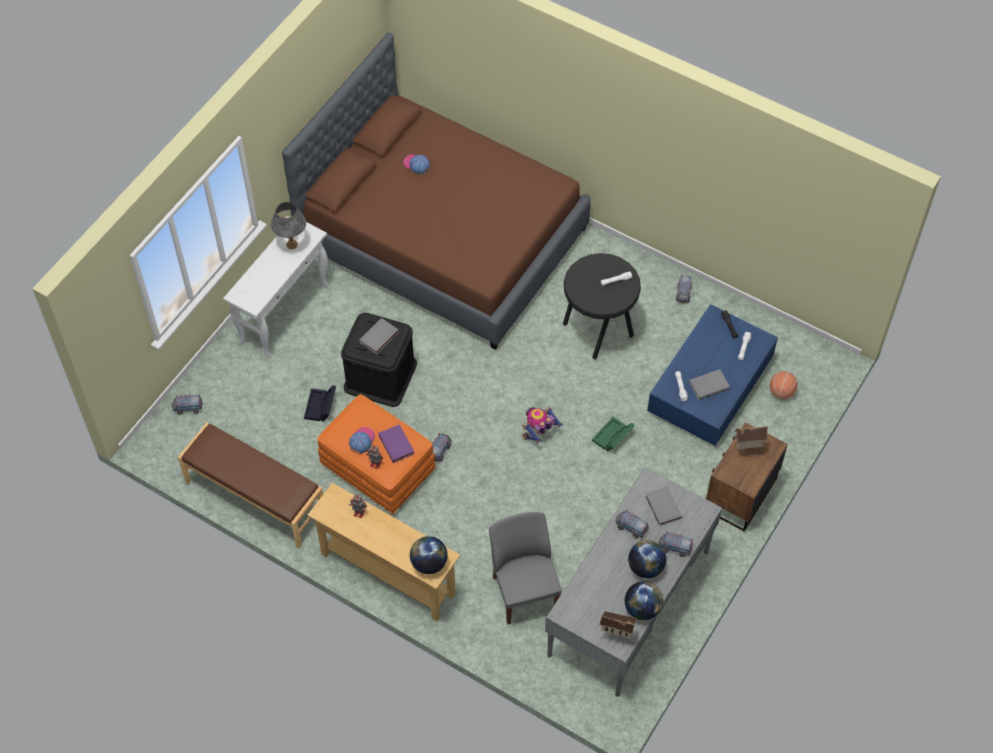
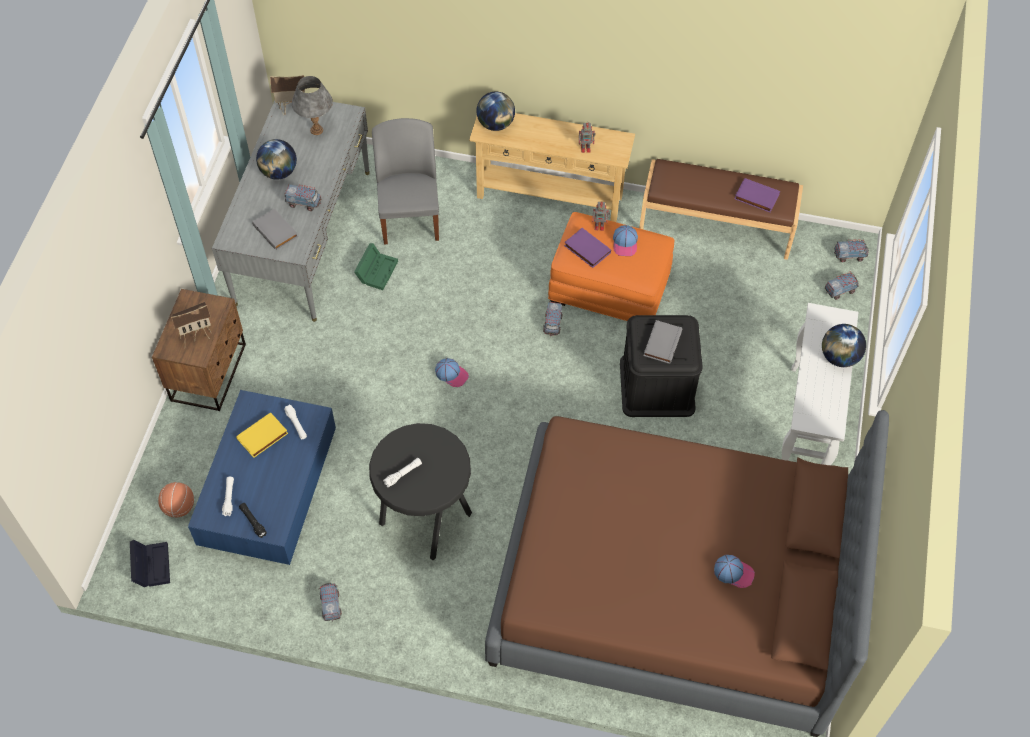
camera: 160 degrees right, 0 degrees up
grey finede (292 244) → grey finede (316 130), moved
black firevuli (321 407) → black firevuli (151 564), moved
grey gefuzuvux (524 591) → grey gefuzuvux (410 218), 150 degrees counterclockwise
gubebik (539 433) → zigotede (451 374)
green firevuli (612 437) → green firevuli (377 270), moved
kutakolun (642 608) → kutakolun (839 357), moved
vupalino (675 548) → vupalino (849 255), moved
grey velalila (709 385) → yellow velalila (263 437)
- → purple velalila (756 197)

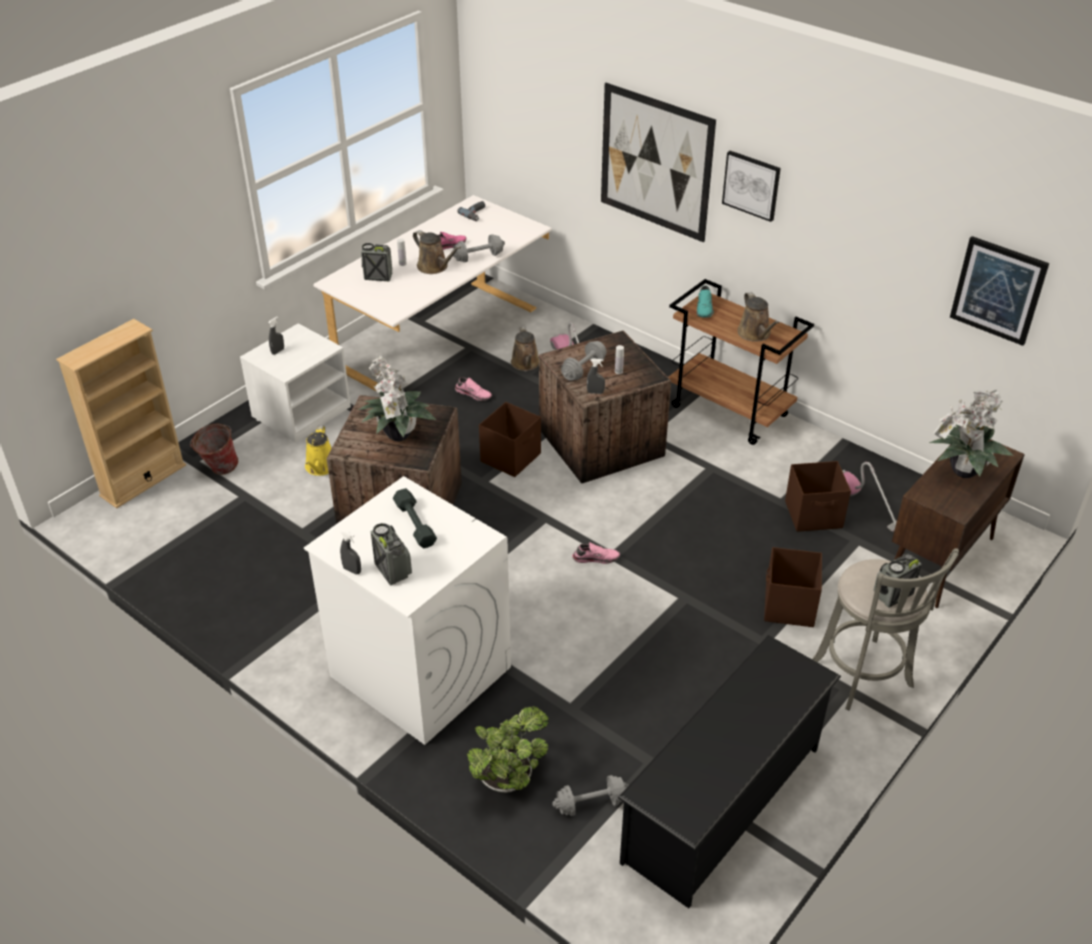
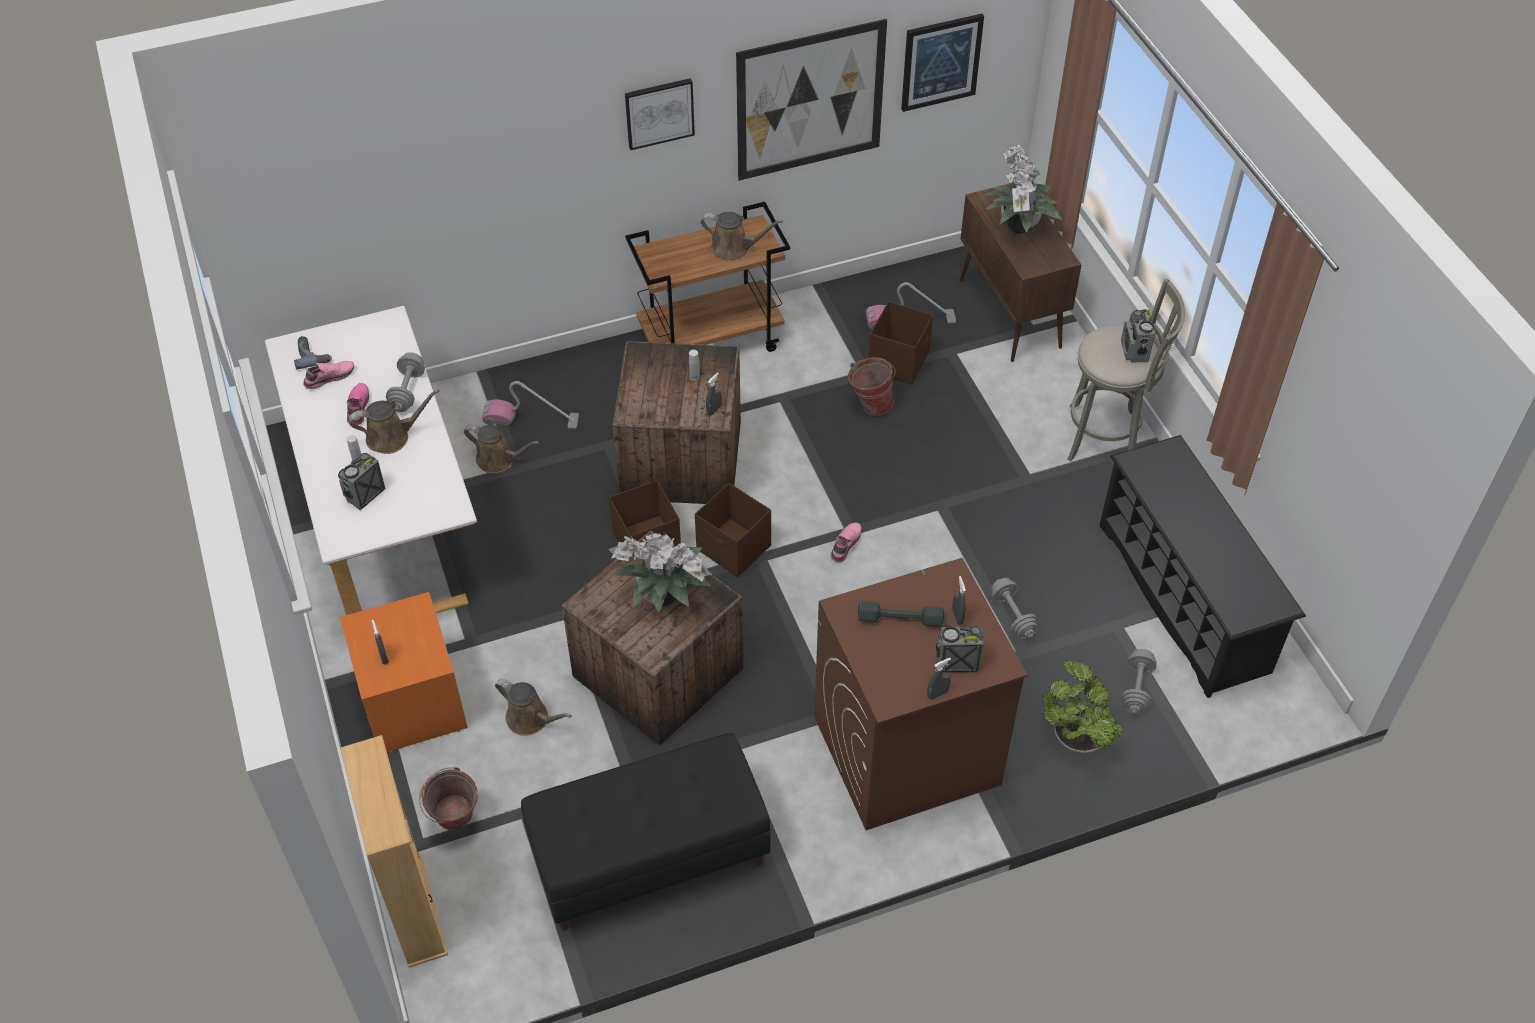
camera: 60 degrees left, 10 degrees up
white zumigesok (301 411) → orange zumigesok (411 701)
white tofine (419 671) → brown tofine (905 751)
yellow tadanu (320 467) → brown tadanu (531 719)
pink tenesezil (474 394) → pink tenesezil (329 377), moved
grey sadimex (583 370) → grey sadimex (1012 616), moved
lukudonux (655 162) → lukudonux (810 100), moved
turquoise tenesezil (705 309) → -
brown firevuli (788 606) → brown firevuli (734 549), moved
- → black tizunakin (649 859)
- → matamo (869 404)
- → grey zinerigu (957 617)

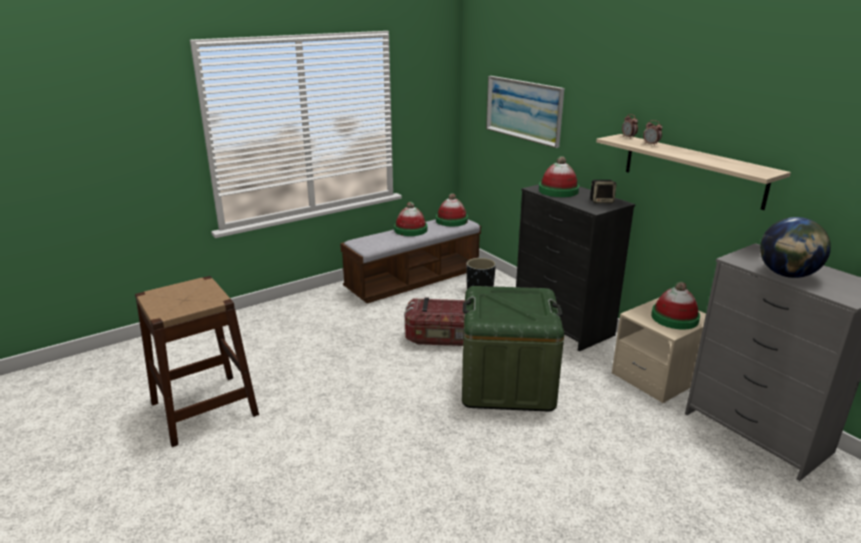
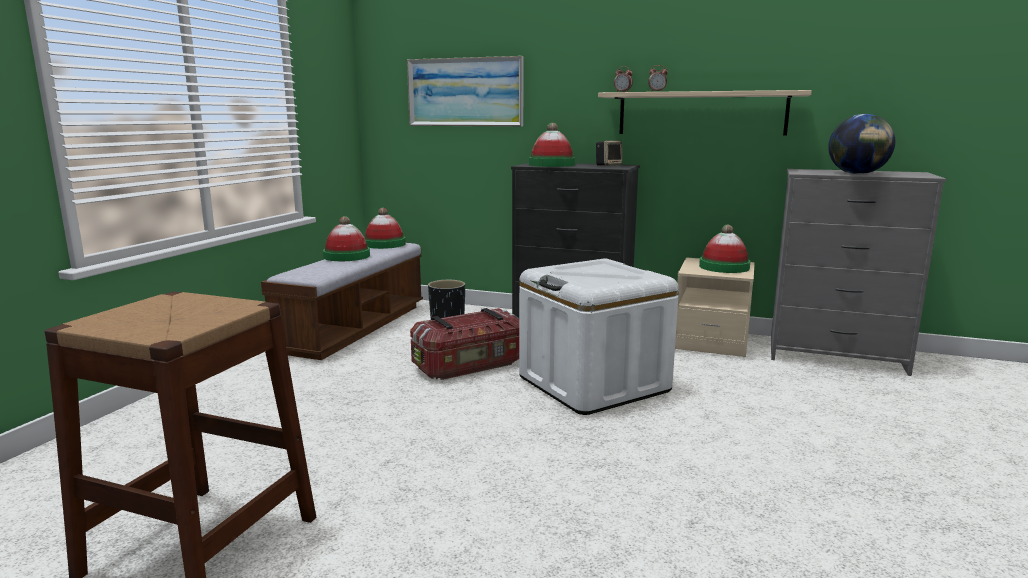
camera: 35 degrees left, 10 degrees down
green firevuli (507 383) → white firevuli (593 384)

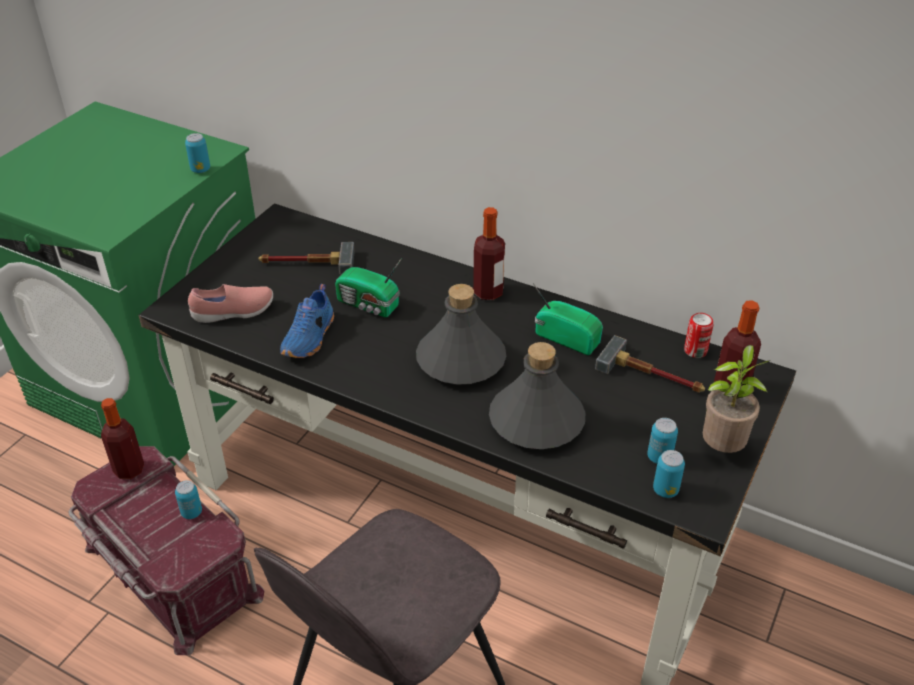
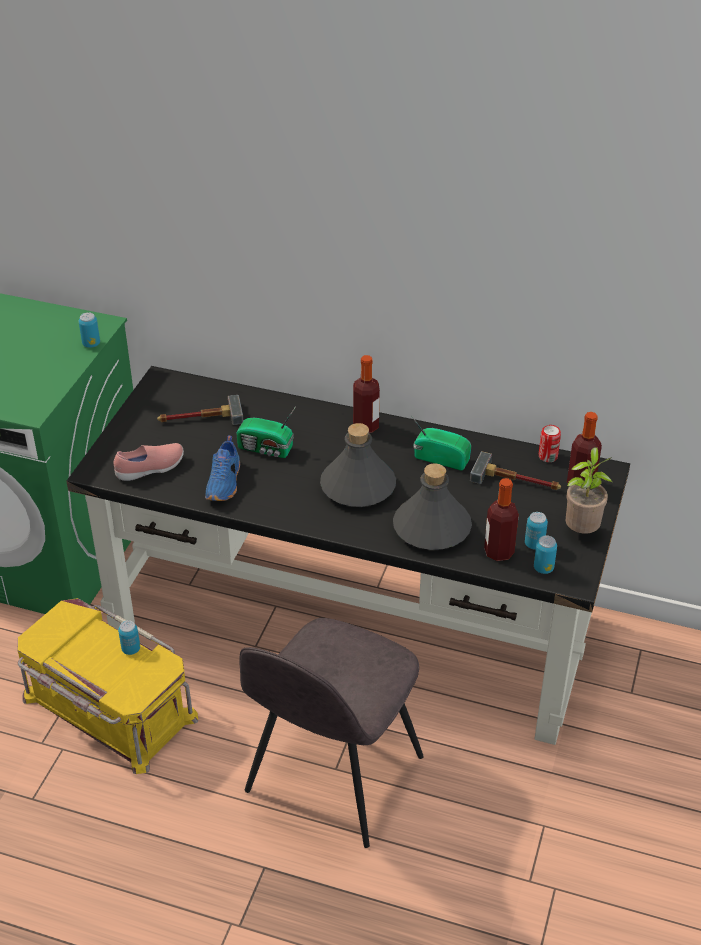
camera: 10 degrees left, 0 degrees up
red firevuli (170 571) → yellow firevuli (107 708)
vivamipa (129 469) → vivamipa (499 552), moved

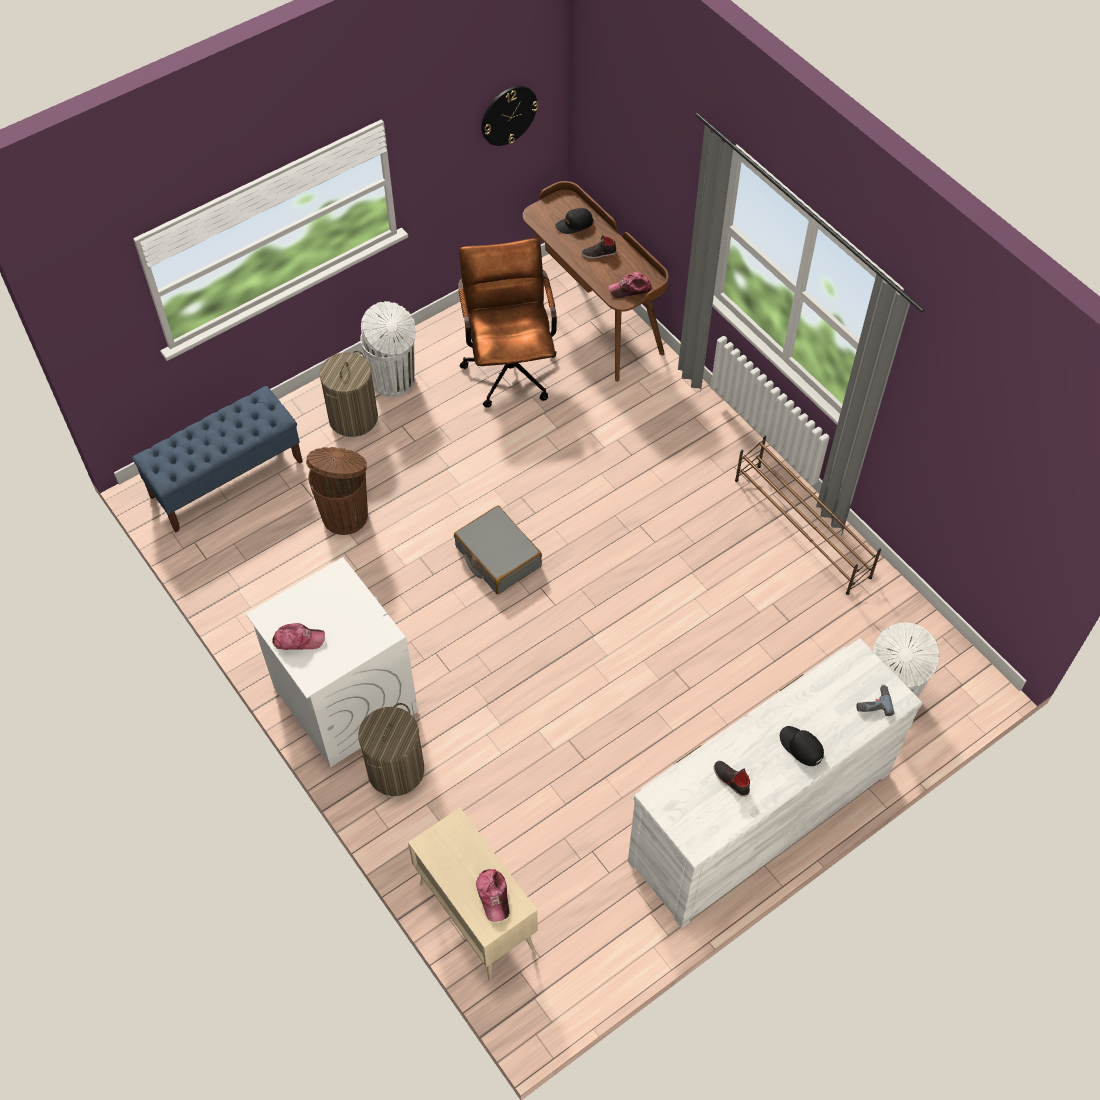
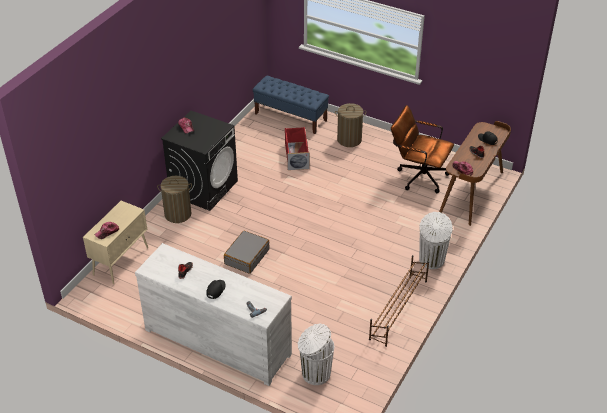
camera: 65 degrees right, 15 degrees down
white tofine (344 699) → black tofine (204 188)
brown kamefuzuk (345 514) → red firevuli (296 155)
white kamefuzuk (394 381) → white kamefuzuk (431 260), moved
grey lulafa (497 557) → grey lulafa (246 256), moved
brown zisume (509 365) → brown zisume (418 176), 120 degrees counterclockwise
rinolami (508 115) → -

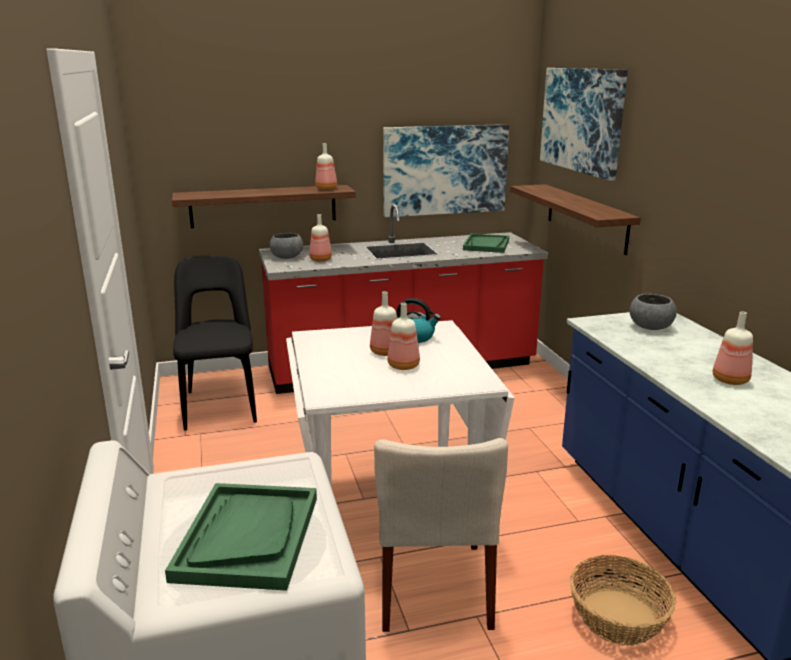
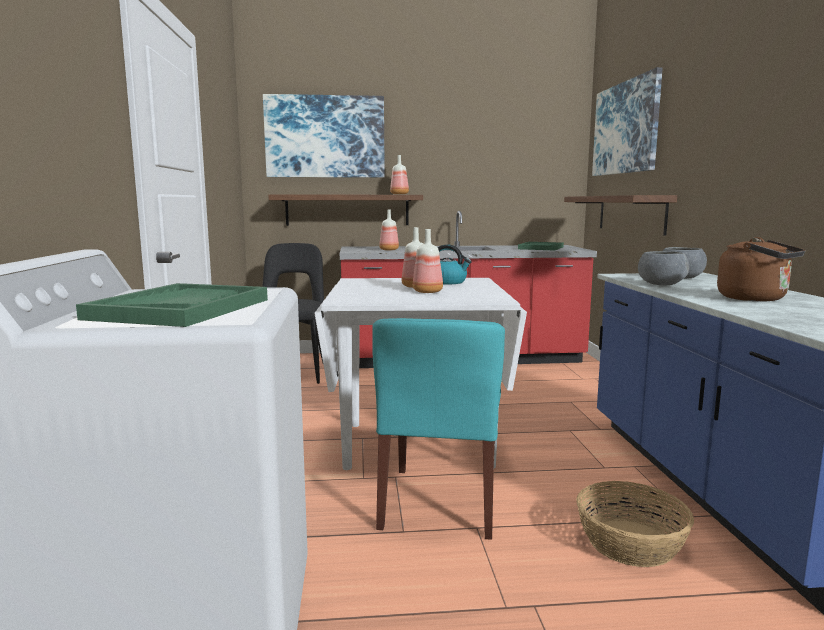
camera: 10 degrees right, 10 degrees down
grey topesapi (287 257) → grey topesapi (661 284), moved
beige gefuzuvux (434 586) → turquoise gefuzuvux (440 501)
lukudonux (445 170) → lukudonux (325 137), moved
vivamipa (730 381) → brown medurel (756 299)

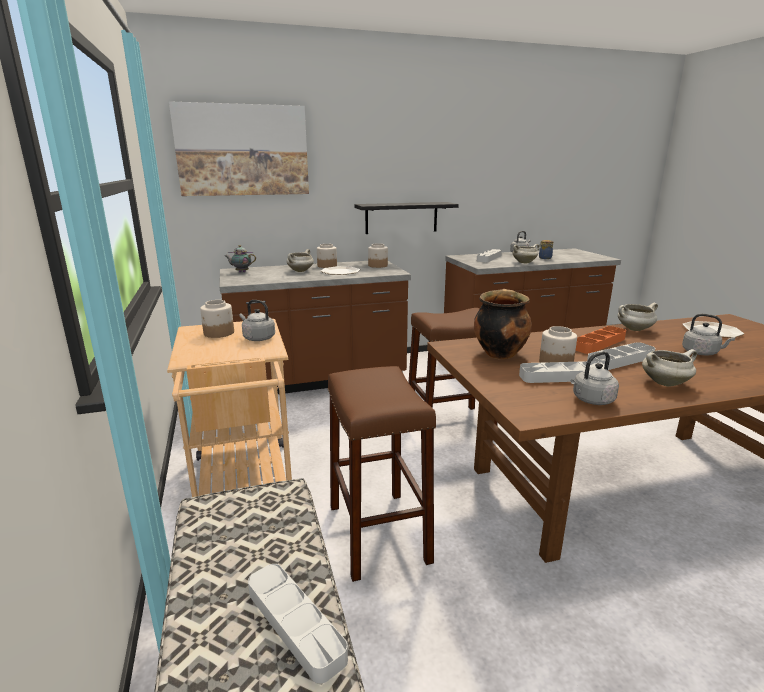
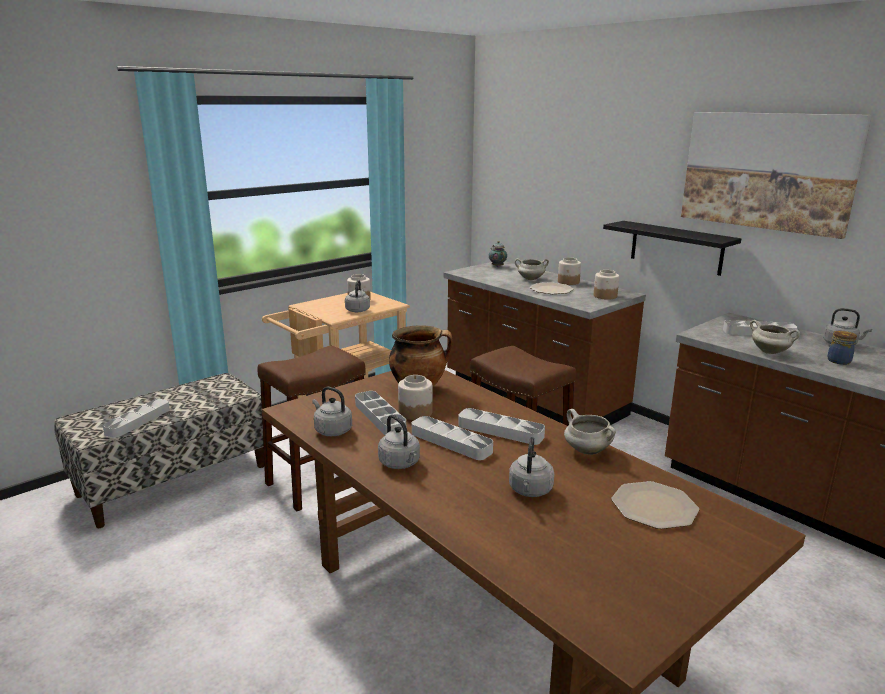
camera: 65 degrees right, 0 degrees up
lukudonux (243 150) → lukudonux (767 171), moved
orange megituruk (599 343) → grey megituruk (500 431)
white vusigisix (665 383) → grey medurel (400 464)

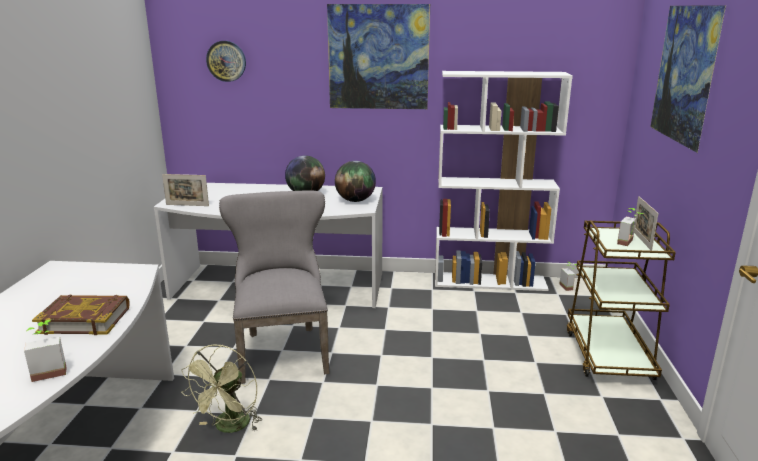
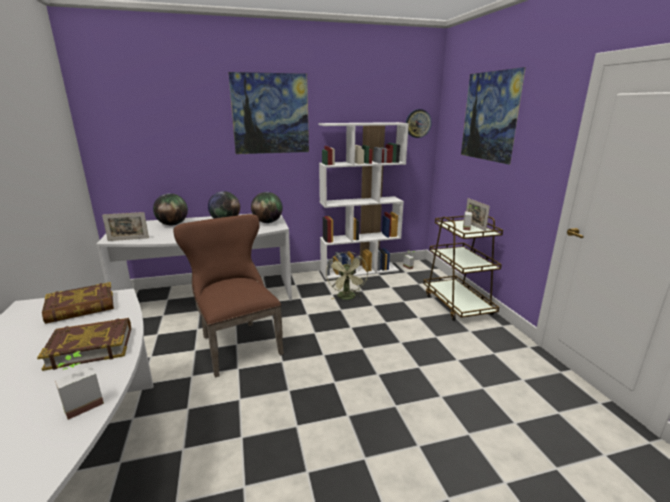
camera: 20 degrees left, 0 degrees up
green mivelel (229 427) → green mivelel (347 298), moved
rinolami (226 61) → rinolami (418 123), moved
grey gefuzuvux (282 349) → brown gefuzuvux (236 343)
- → velalila (81 307)
- → kutakolun (173 224)

